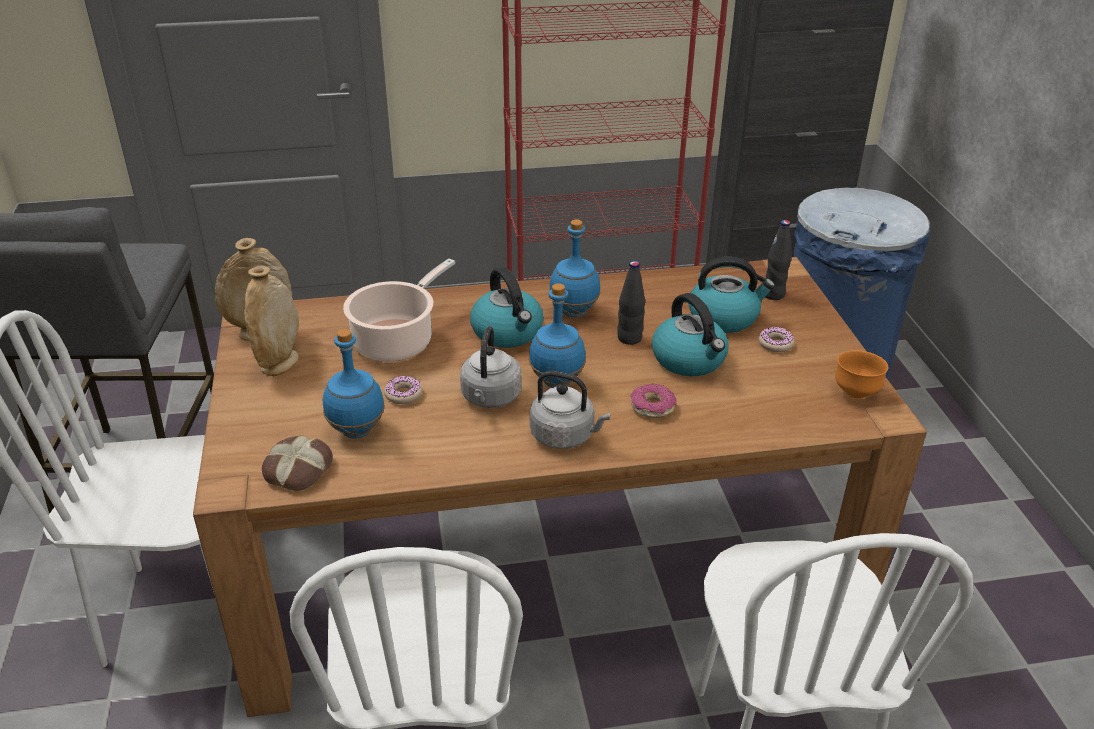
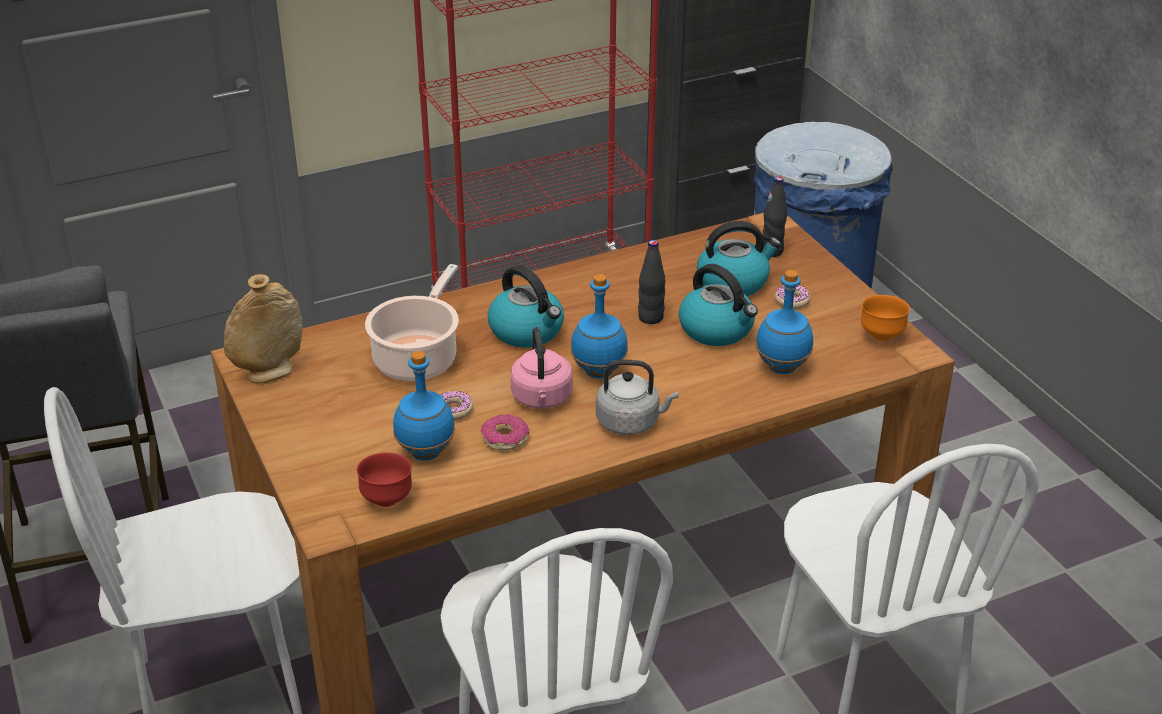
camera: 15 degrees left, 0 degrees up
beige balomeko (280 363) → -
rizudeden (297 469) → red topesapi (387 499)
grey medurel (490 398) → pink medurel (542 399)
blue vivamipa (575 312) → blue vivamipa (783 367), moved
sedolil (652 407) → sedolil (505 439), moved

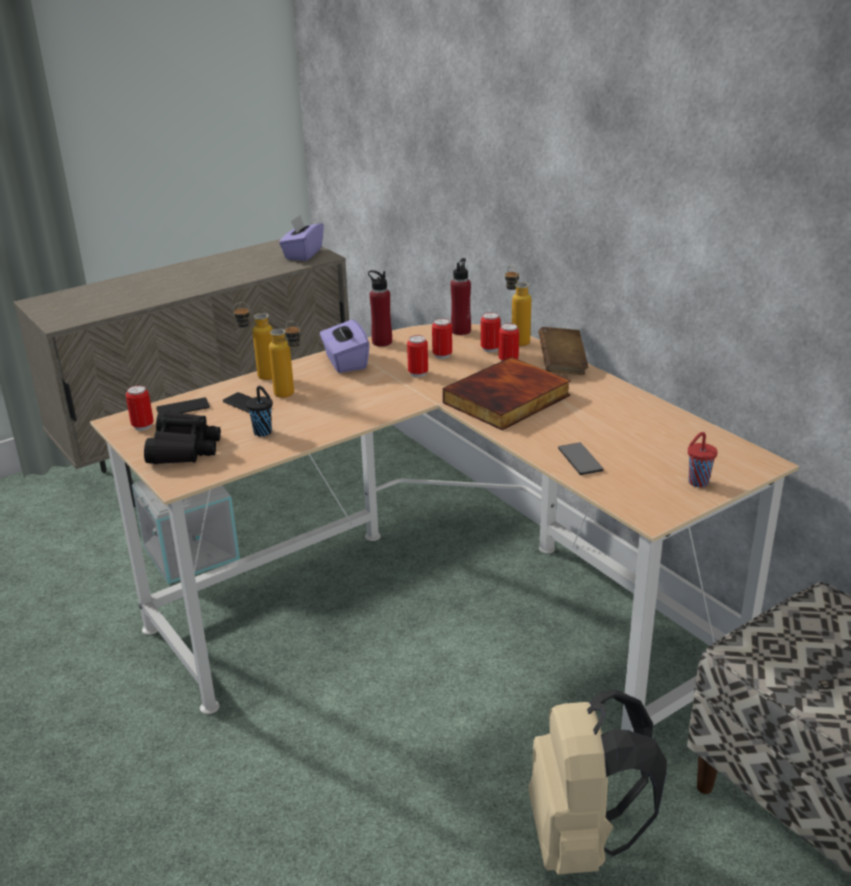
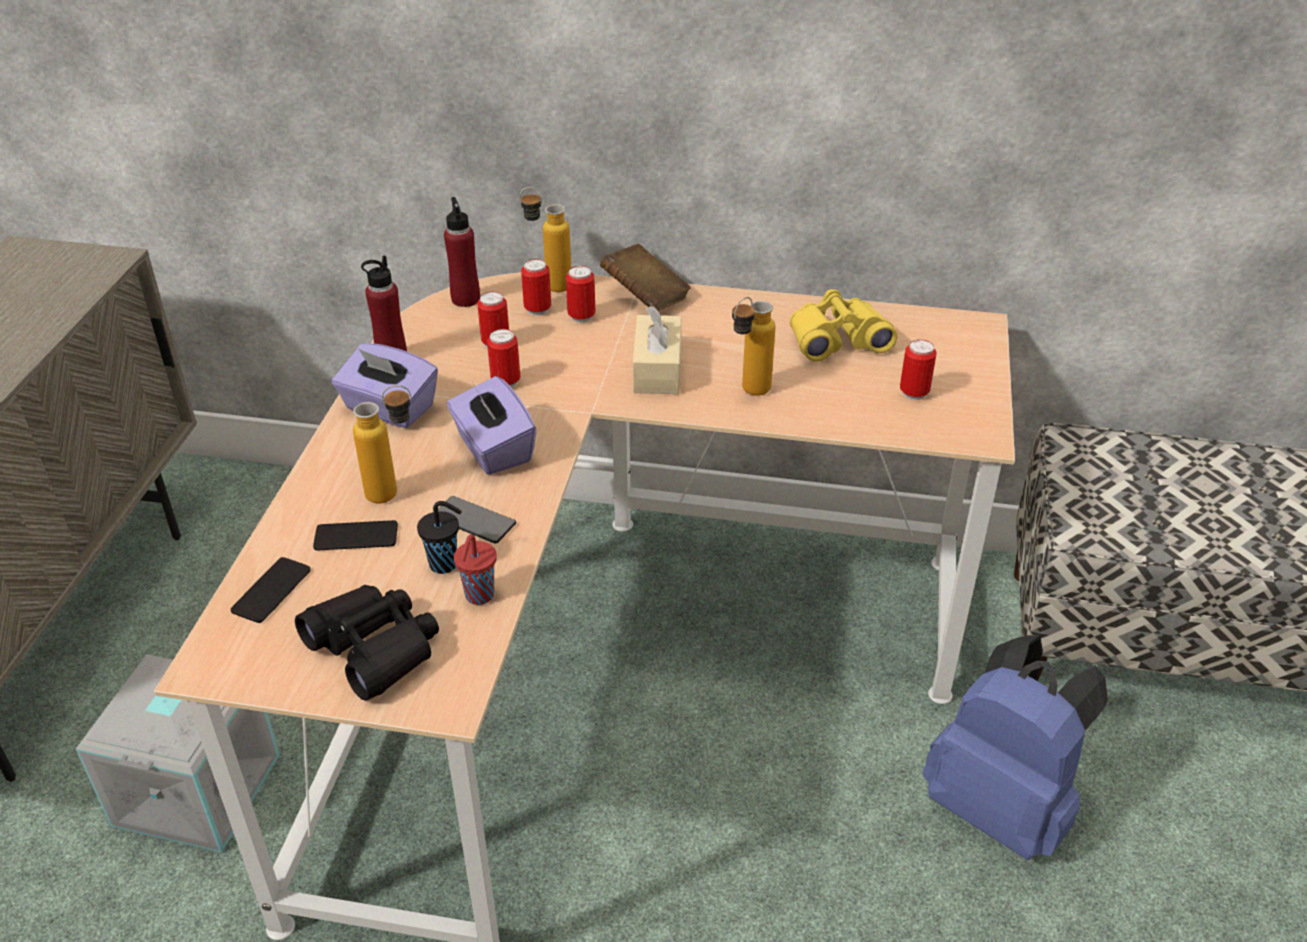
camera: 45 degrees left, 10 degrees up
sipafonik (143 426) → sipafonik (914 393), moved
vivamipa (259 376) → vivamipa (748 393), moved
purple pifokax (303 254) → purple pifokax (493 449), moved
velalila (507 400) → beige pifokax (657 369)
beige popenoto (582 840) → blue popenoto (1001 807)
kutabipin (580 460) → kutabipin (474 521), moved
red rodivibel (697 483) → red rodivibel (478 596), moved
- → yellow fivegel (837 339)

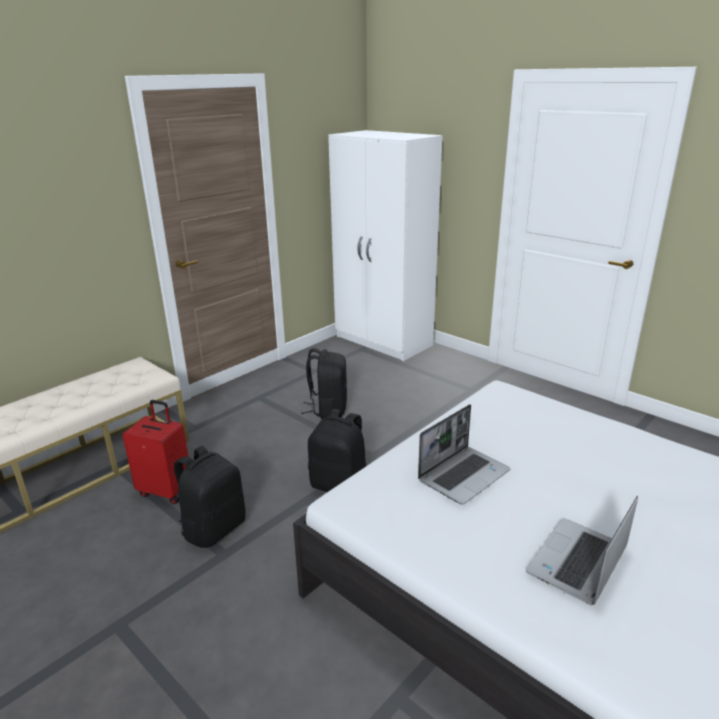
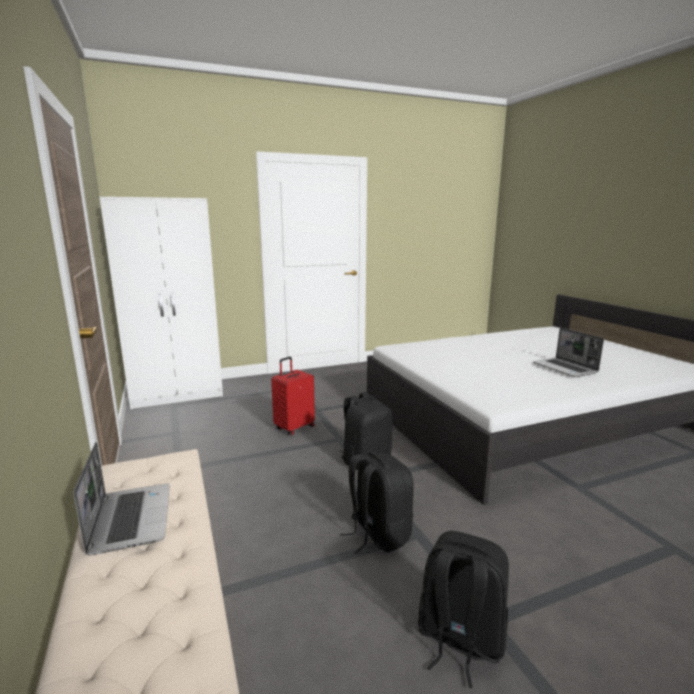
camera: 65 degrees left, 10 degrees down
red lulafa (166 490) → red lulafa (294 427), moved
black popenoto (328 409) → black popenoto (459 639), moved
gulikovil (463 475) → gulikovil (130 518), moved

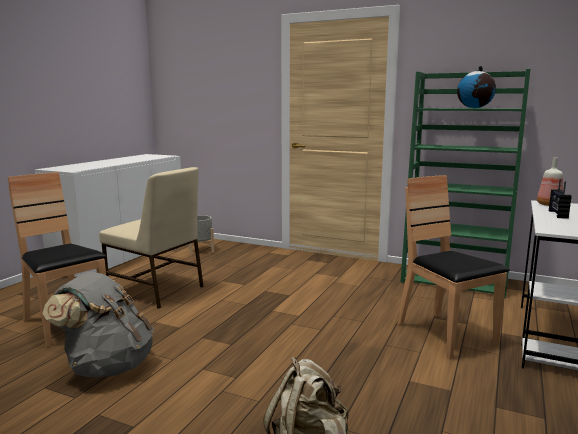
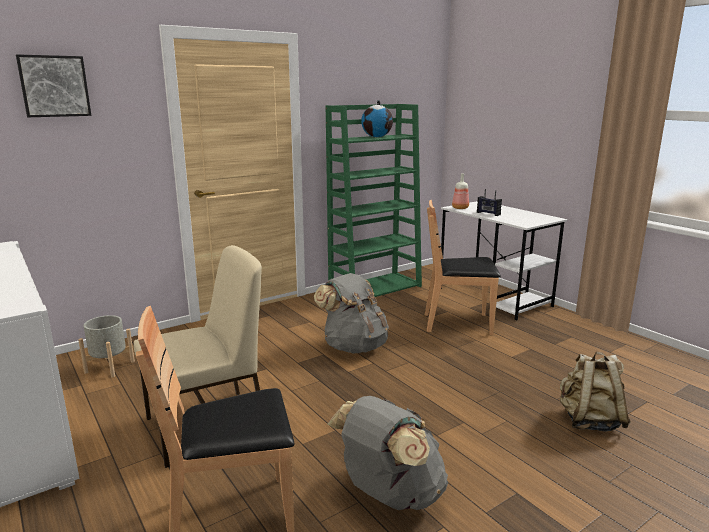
camera: 60 degrees left, 5 degrees up
- → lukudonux (54 86)
- → grey popenoto (354 346)

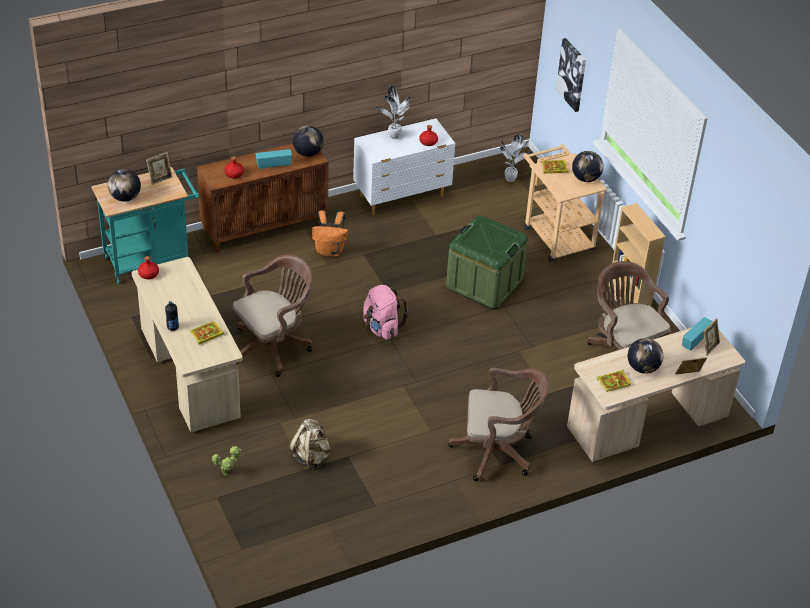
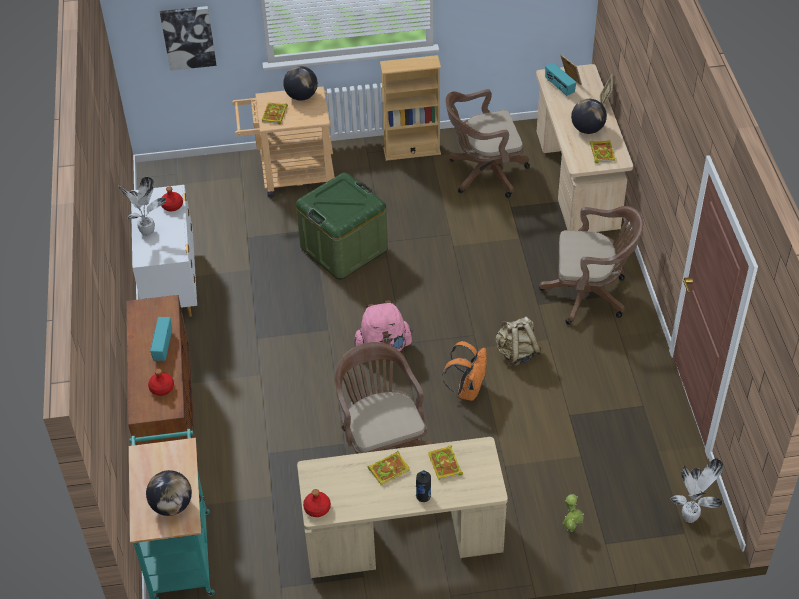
camera: 70 degrees left, 5 degrees up
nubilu (160 179) → -
beige popenoto (311 457) → beige popenoto (516 353), moved
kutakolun (308 153) → -
orange popenoto (330 251) → orange popenoto (467 389), moved
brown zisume (497 452) → brown zisume (590 294), 75 degrees clockwise
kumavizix (511 179) → kumavizix (691 517), moved
- → velalila (389 469)

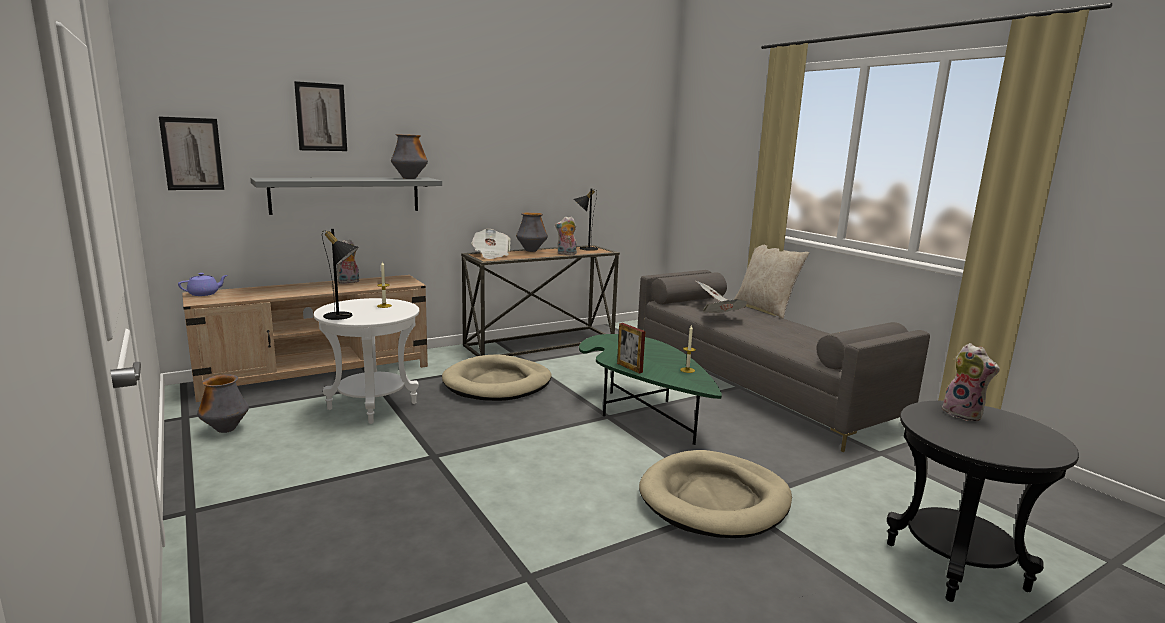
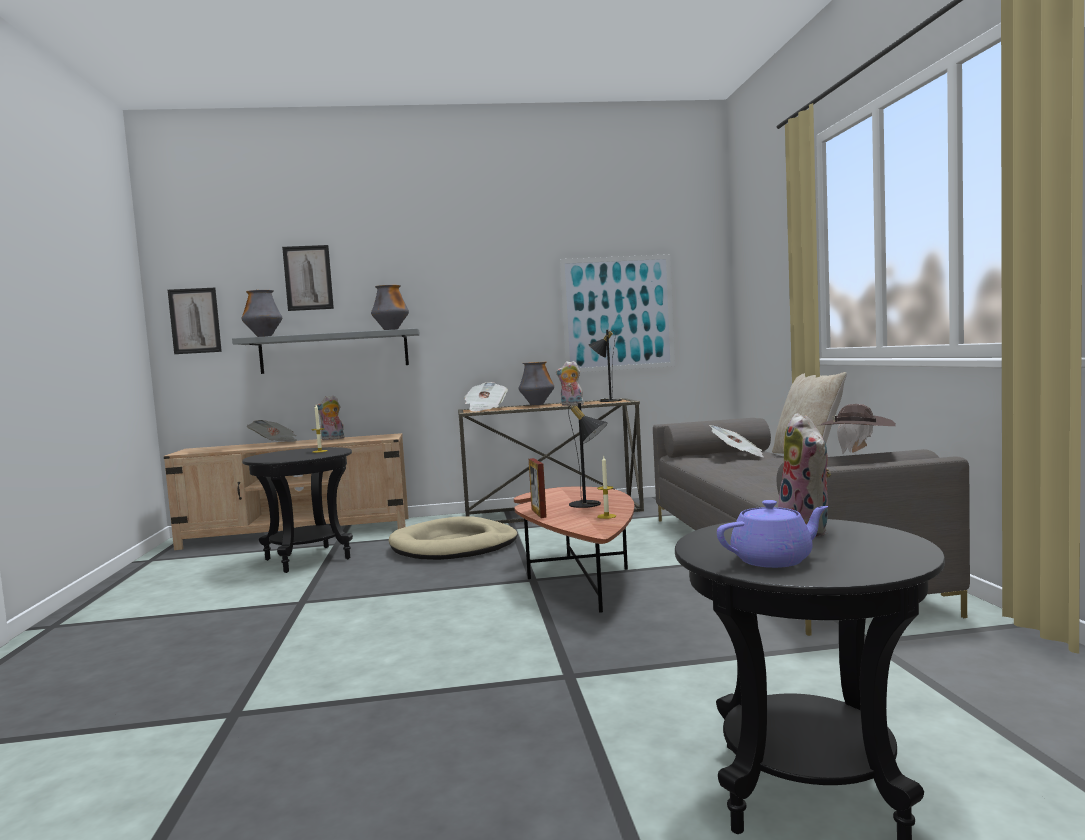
camera: 25 degrees right, 10 degrees down
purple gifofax (204 294) → purple gifofax (773 560), moved
balomeko (226 430) → balomeko (264 336), moved
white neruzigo (372 406) → black neruzigo (307 559)
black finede (342 316) → black finede (589 505), moved
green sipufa (642 411) → brown sipufa (581 577)
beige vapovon (714 499) → -
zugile (723 318) → zugile (275 444), moved
- → lukudonux (618 313)
- → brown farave (856 453)

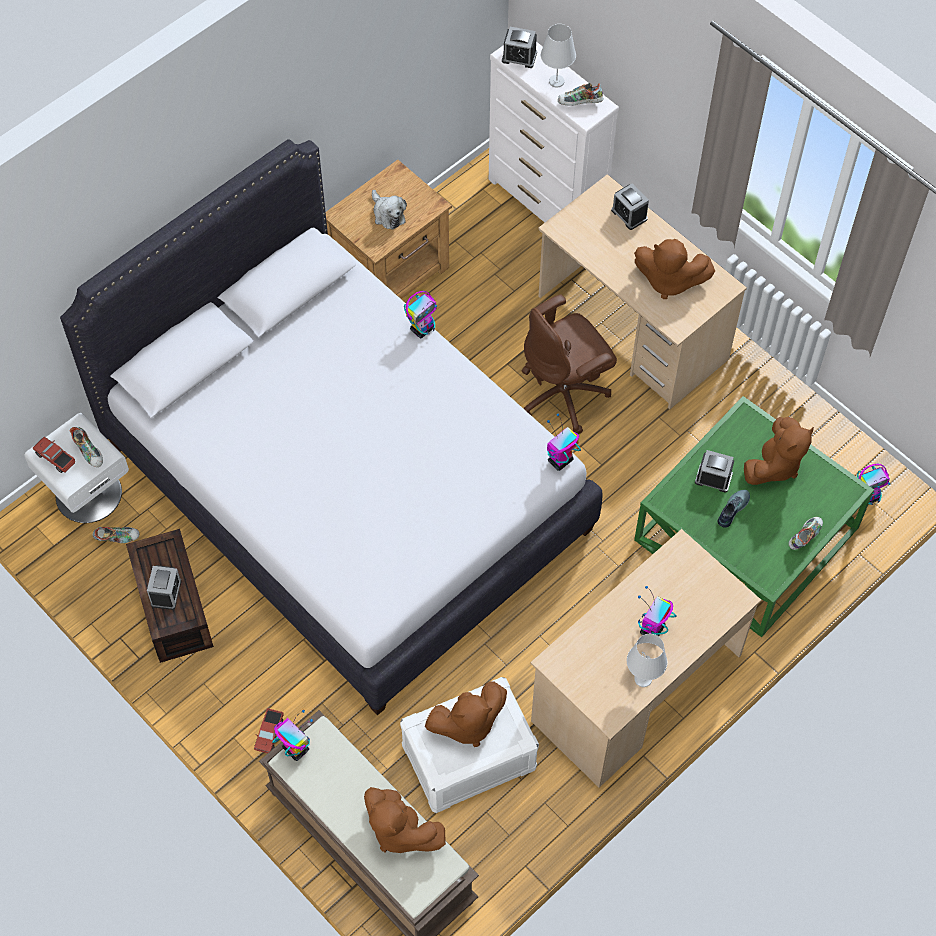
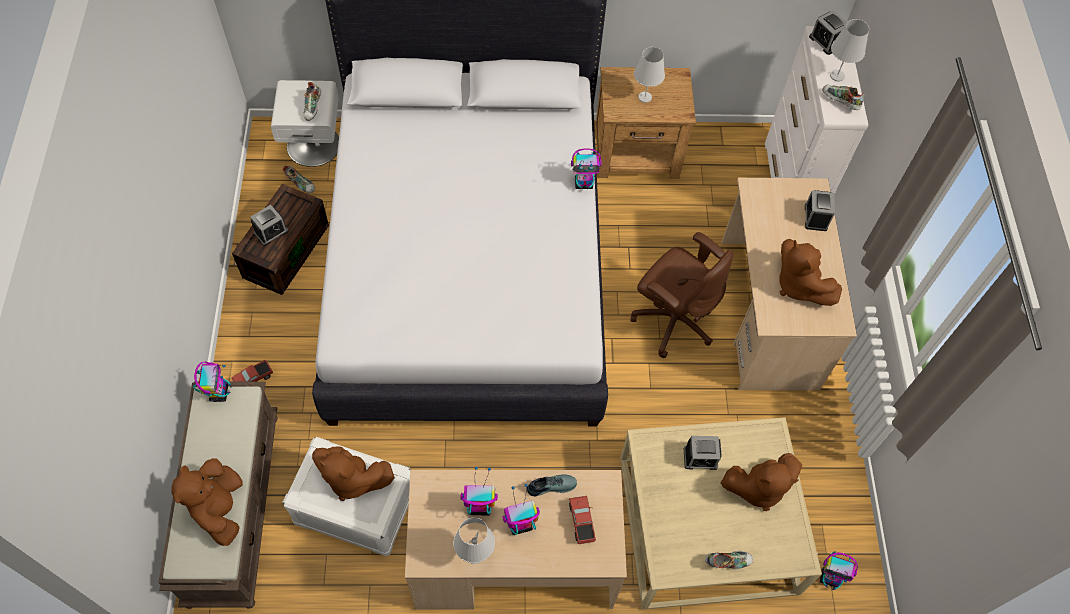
camera: 40 degrees right, 0 degrees up
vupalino (55 459) → vupalino (581 522), moved
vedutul (387 214) → white finede (645 97)
brown zisume (564 394) → brown zisume (672 320), 150 degrees counterclockwise
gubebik (560 461) → gubebik (479 507), moved
green sipufa (746 534) → beige sipufa (706 524)
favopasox (713 478) → favopasox (700 458), 120 degrees clockwise
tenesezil (732 509) → tenesezil (551 485), moved

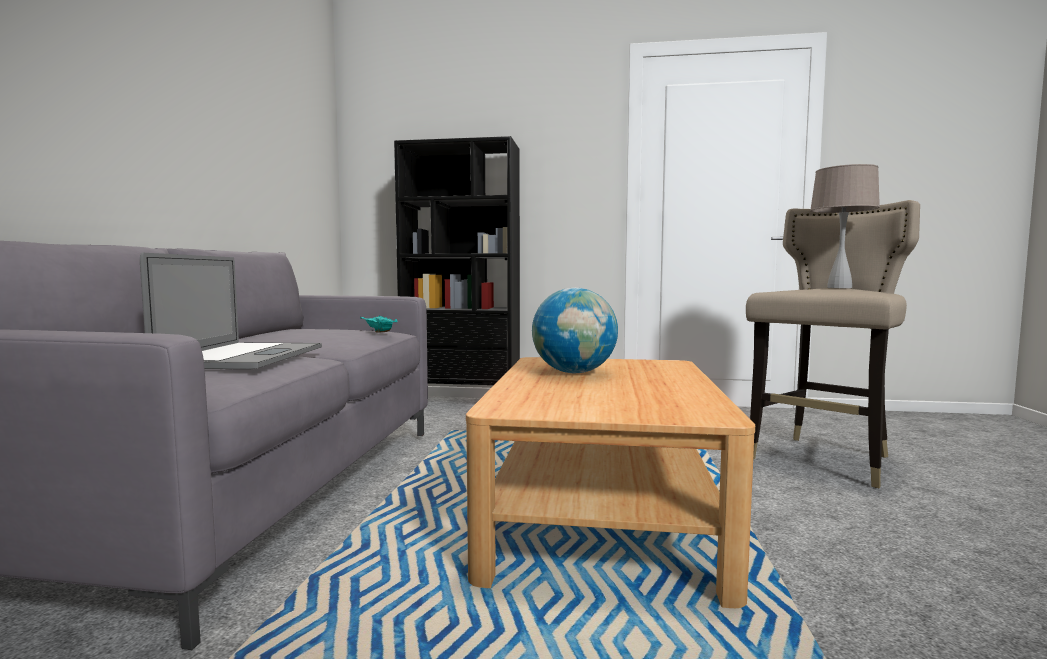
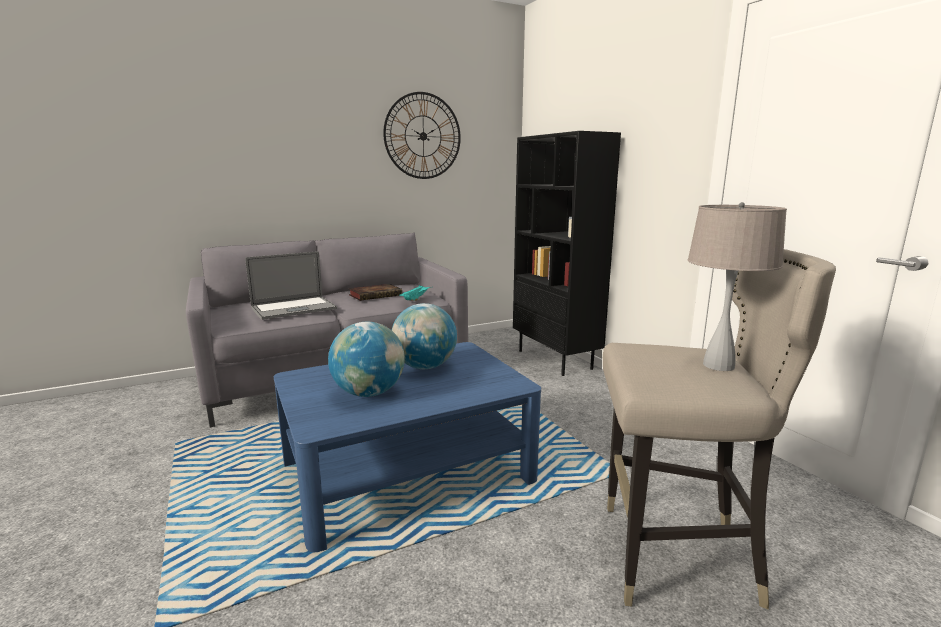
camera: 55 degrees right, 10 degrees up
beige sipufa (602 513) → blue sipufa (407 470)
- → kutakolun (369 393)
- → velalila (376 295)
- → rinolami (423 136)

